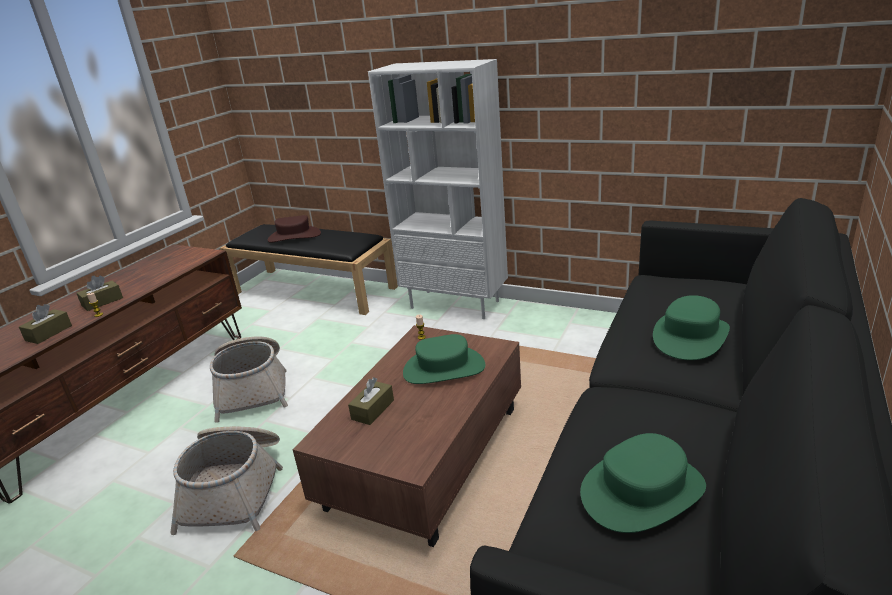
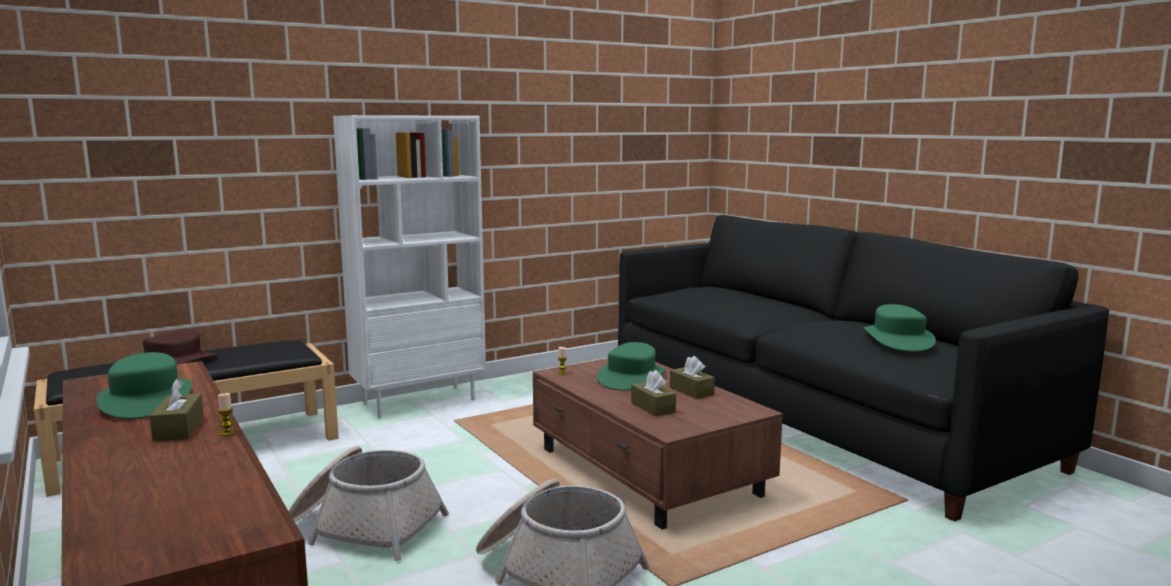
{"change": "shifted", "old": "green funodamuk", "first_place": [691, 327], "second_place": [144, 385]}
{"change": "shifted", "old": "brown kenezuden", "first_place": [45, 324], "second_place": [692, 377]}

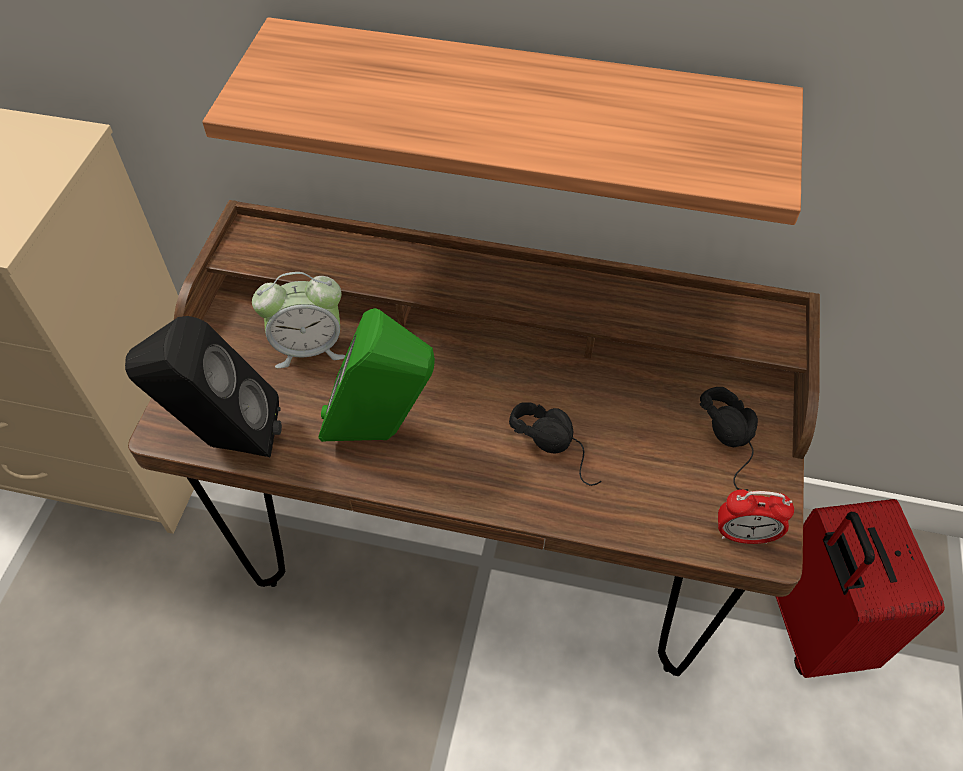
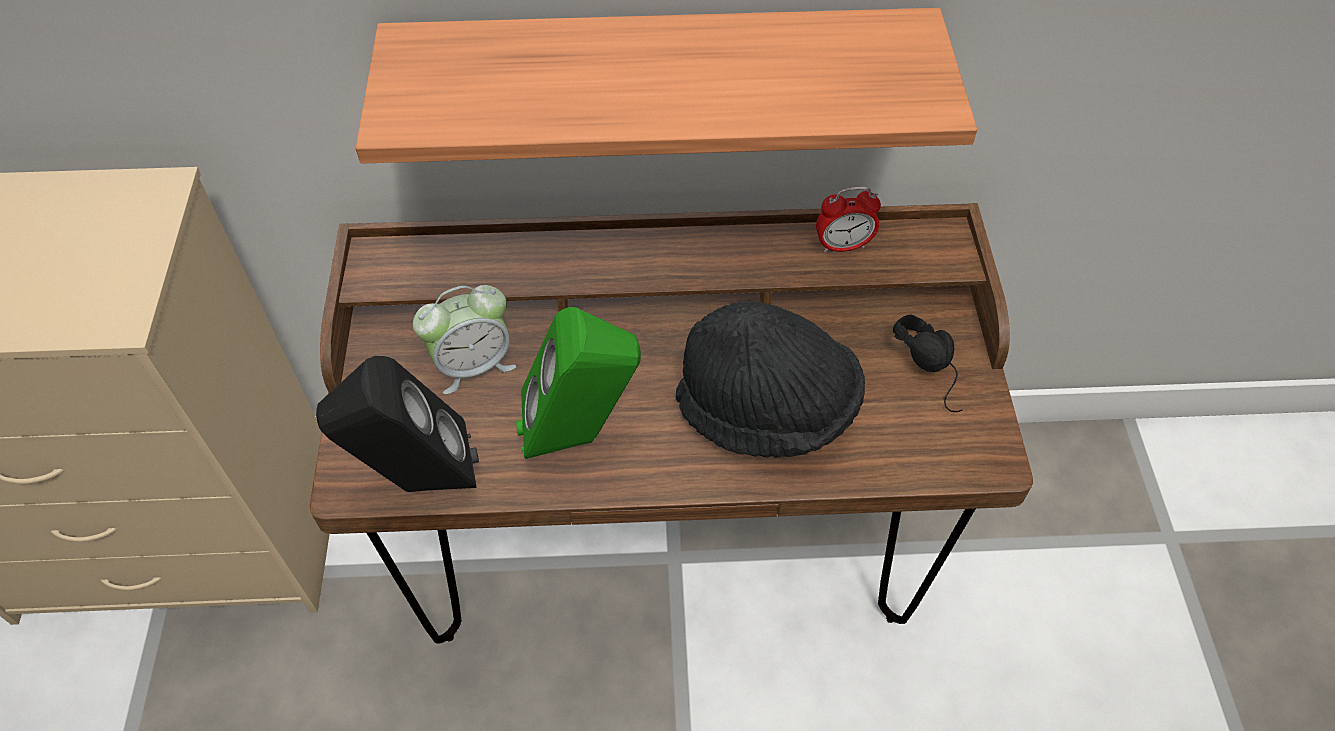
{"change": "swapped", "old": "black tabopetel", "new": "black funodamuk", "first_place": [555, 444], "second_place": [770, 379]}
{"change": "shifted", "old": "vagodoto", "first_place": [756, 517], "second_place": [848, 220]}
{"change": "gone", "old": "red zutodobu", "first_place": [860, 588]}

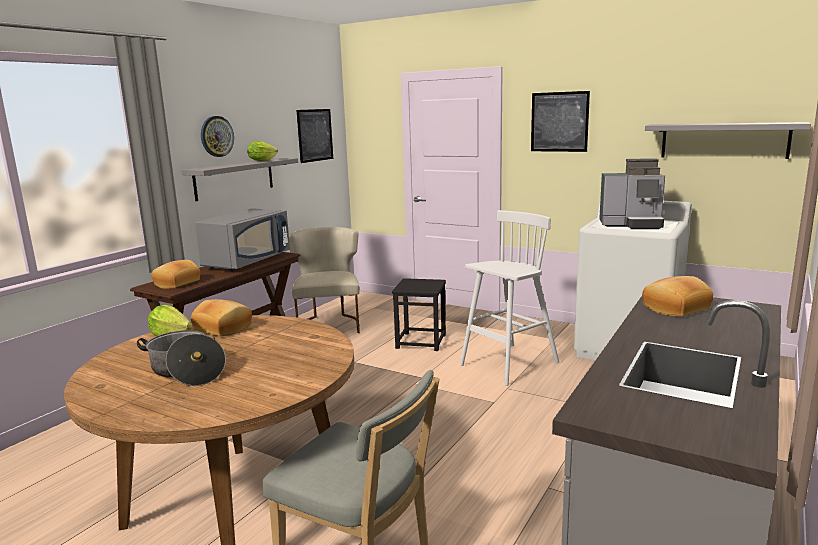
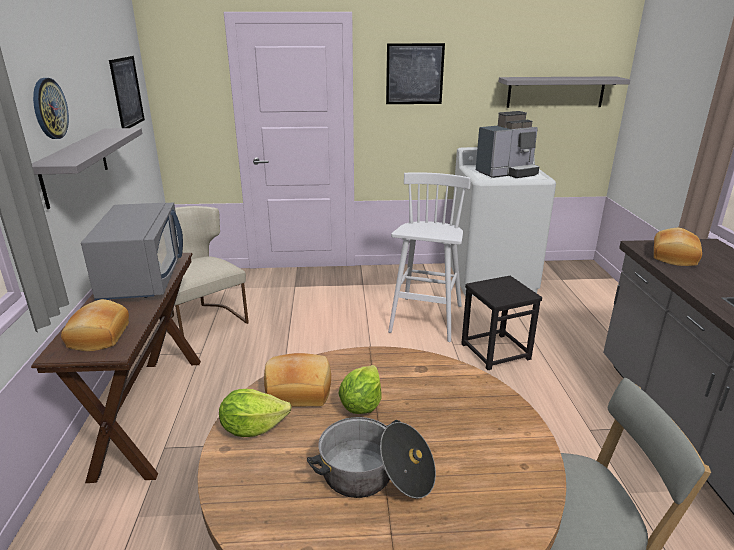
{"change": "shifted", "old": "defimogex", "first_place": [262, 151], "second_place": [360, 389]}
{"change": "shifted", "old": "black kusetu", "first_place": [419, 314], "second_place": [501, 323]}

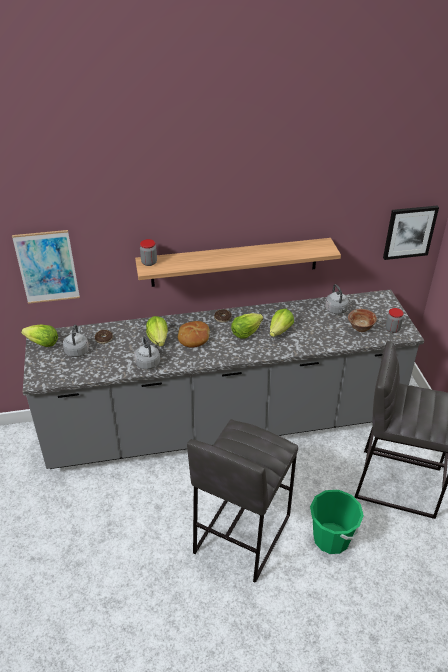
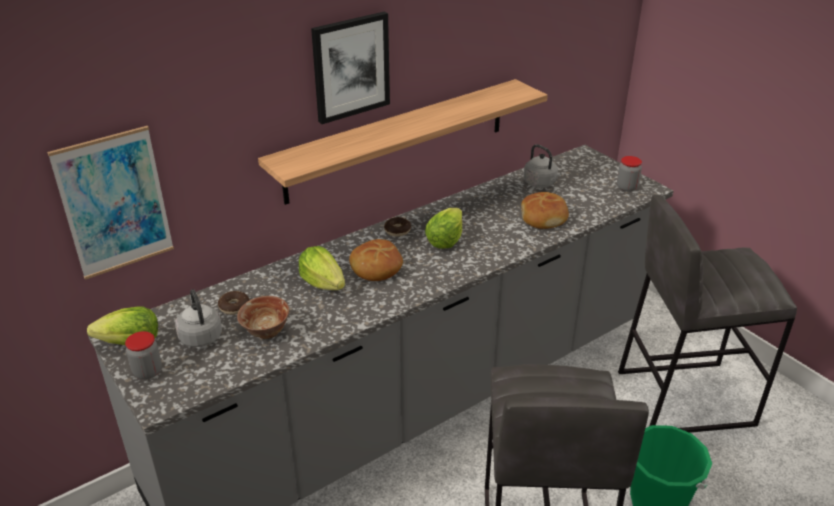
{"change": "shifted", "old": "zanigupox", "first_place": [148, 252], "second_place": [143, 355]}
{"change": "shifted", "old": "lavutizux", "first_place": [362, 320], "second_place": [263, 317]}
{"change": "shifted", "old": "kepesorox", "first_place": [411, 233], "second_place": [350, 68]}
{"change": "new", "new": "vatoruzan", "second_place": [545, 210]}
{"change": "gone", "old": "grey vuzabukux", "first_place": [147, 352]}
{"change": "gone", "old": "defimogex", "first_place": [282, 323]}

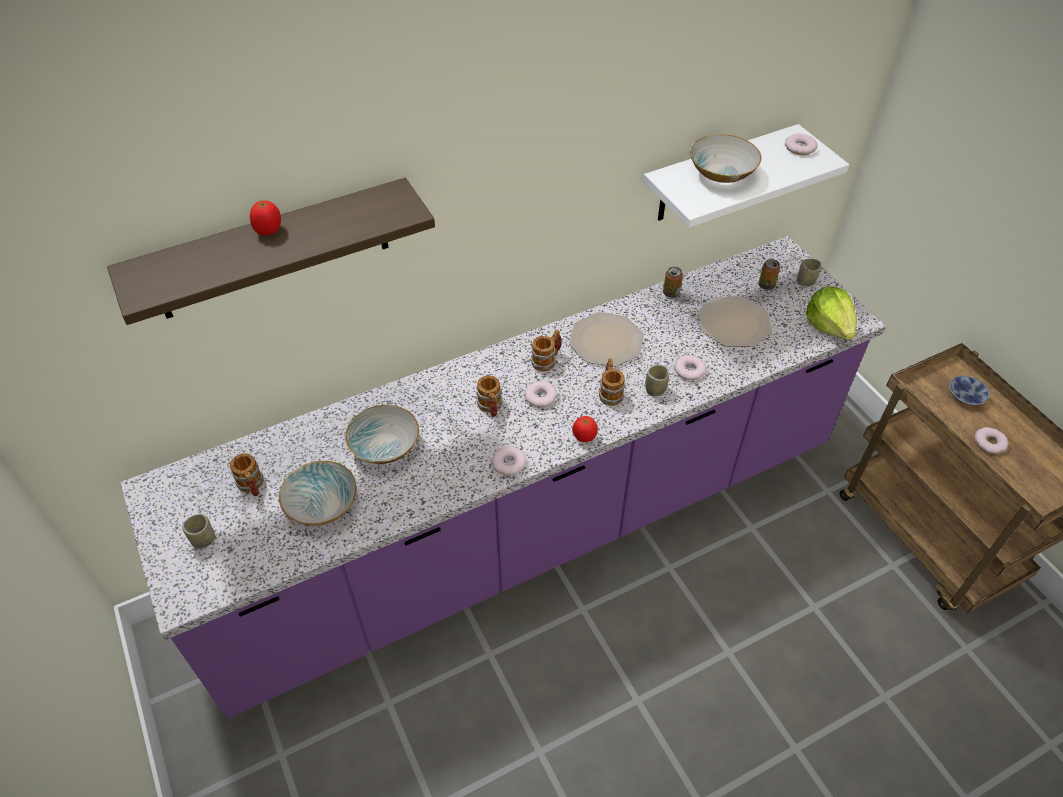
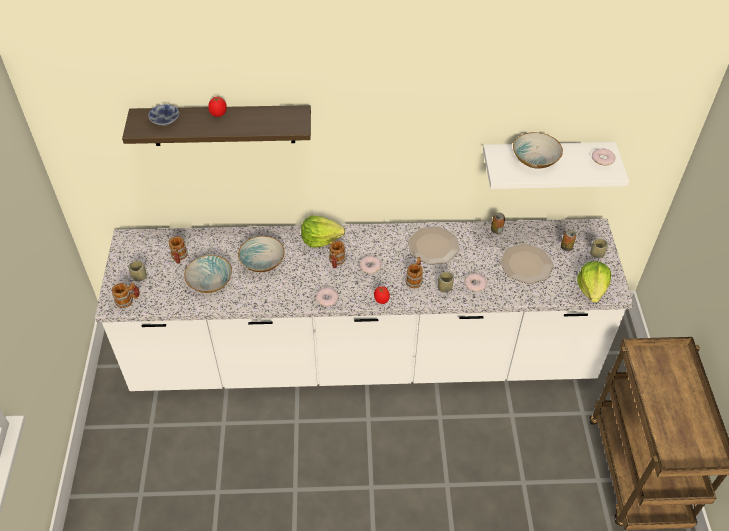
{"change": "repainted", "old": "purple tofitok", "new": "white tofitok", "first_place": [503, 477], "second_place": [364, 305]}
{"change": "shifted", "old": "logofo", "first_place": [546, 351], "second_place": [126, 295]}
{"change": "shifted", "old": "lavutizux", "first_place": [969, 390], "second_place": [163, 115]}
{"change": "new", "new": "defimogex", "second_place": [323, 231]}
{"change": "gone", "old": "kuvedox", "first_place": [991, 440]}

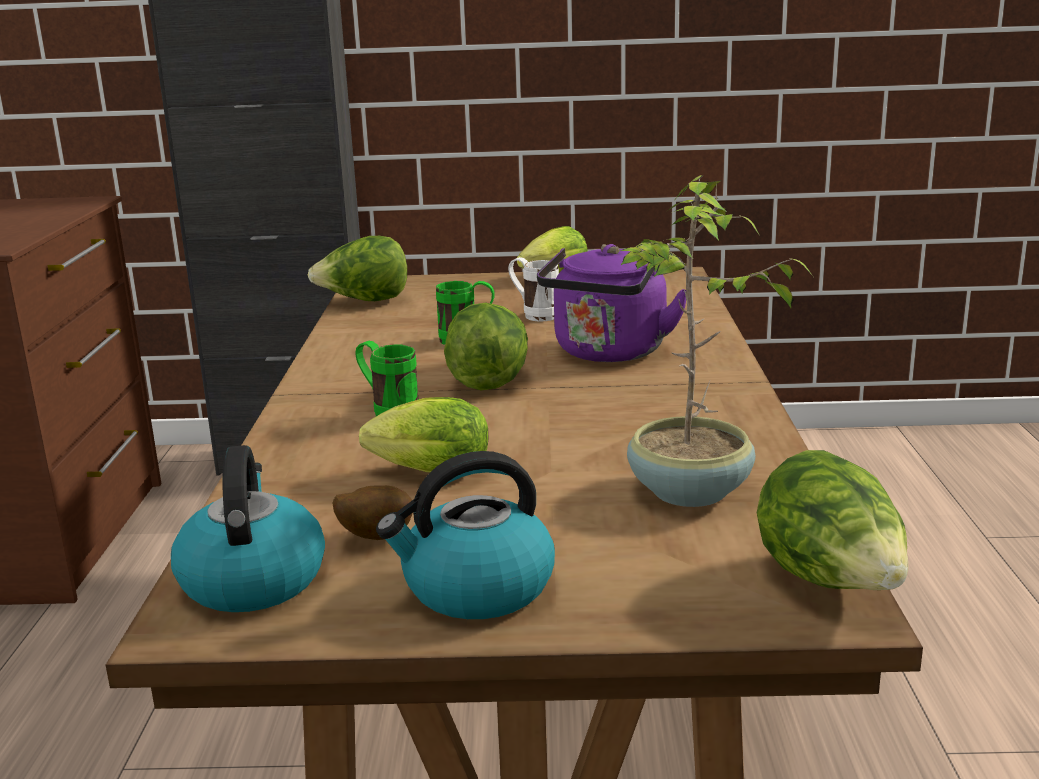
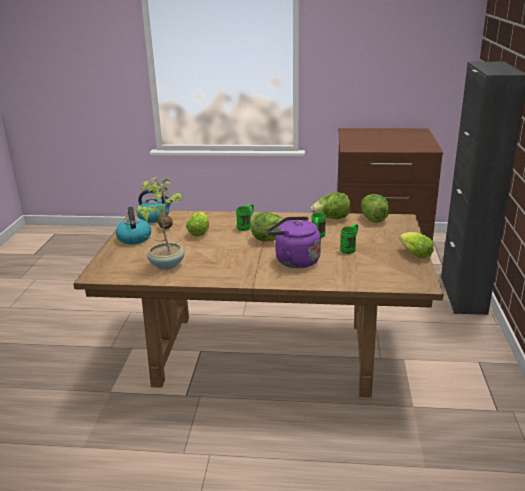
{"change": "shifted", "old": "defimogex", "first_place": [832, 520], "second_place": [331, 205]}
{"change": "repainted", "old": "white logofo", "new": "green logofo", "first_place": [533, 289], "second_place": [349, 239]}

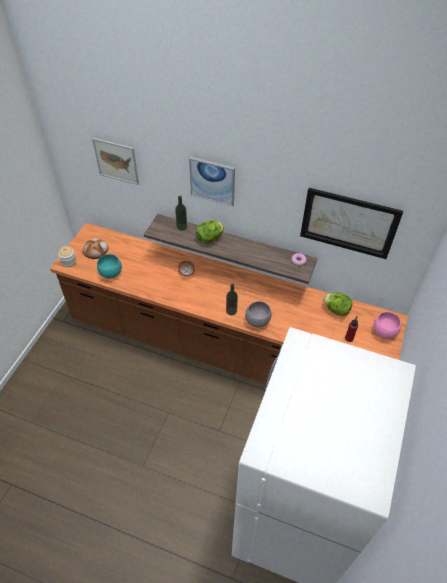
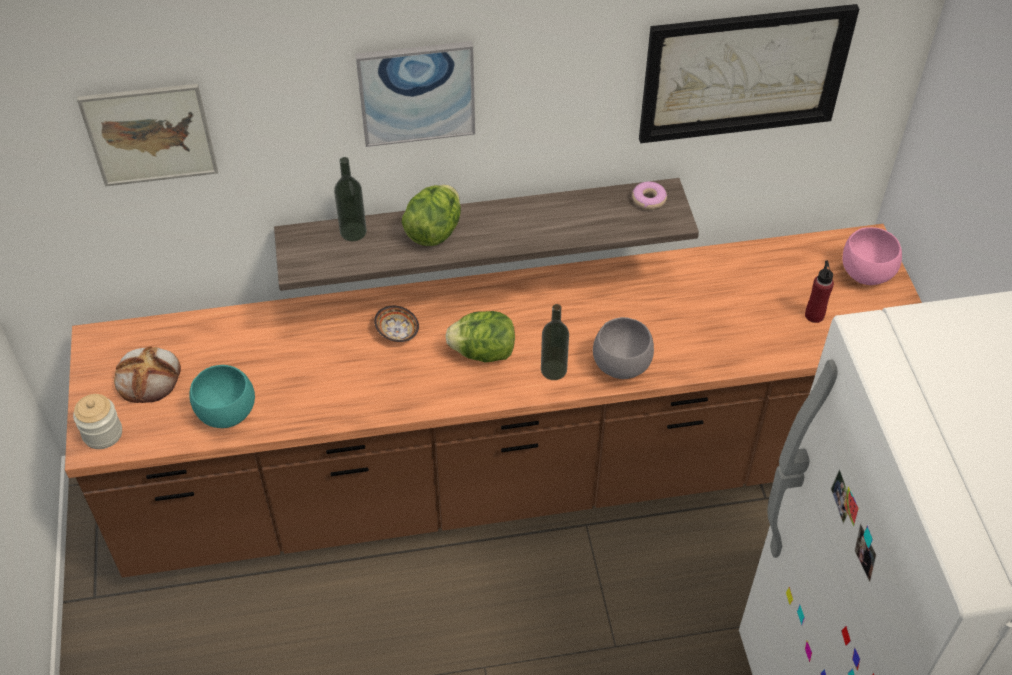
{"change": "shifted", "old": "defimogex", "first_place": [338, 304], "second_place": [480, 336]}

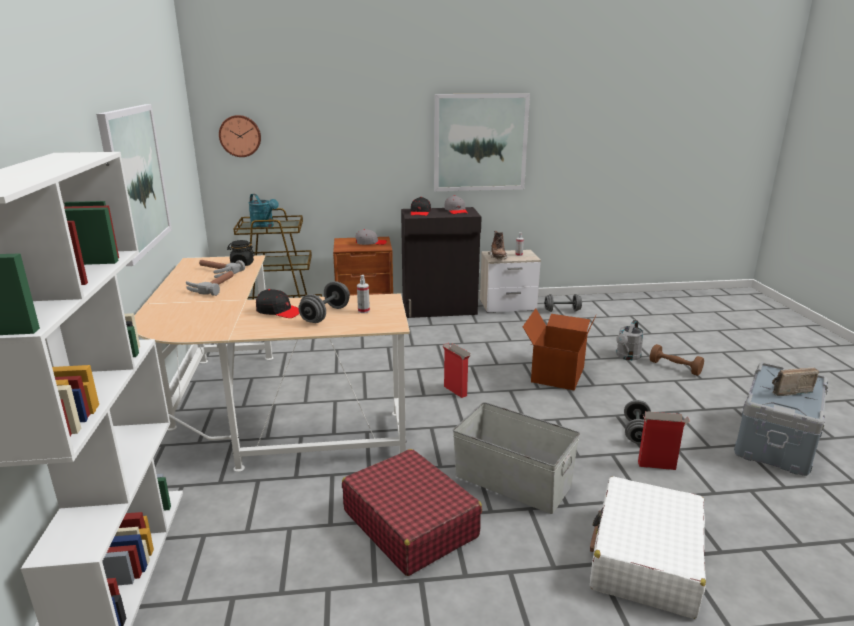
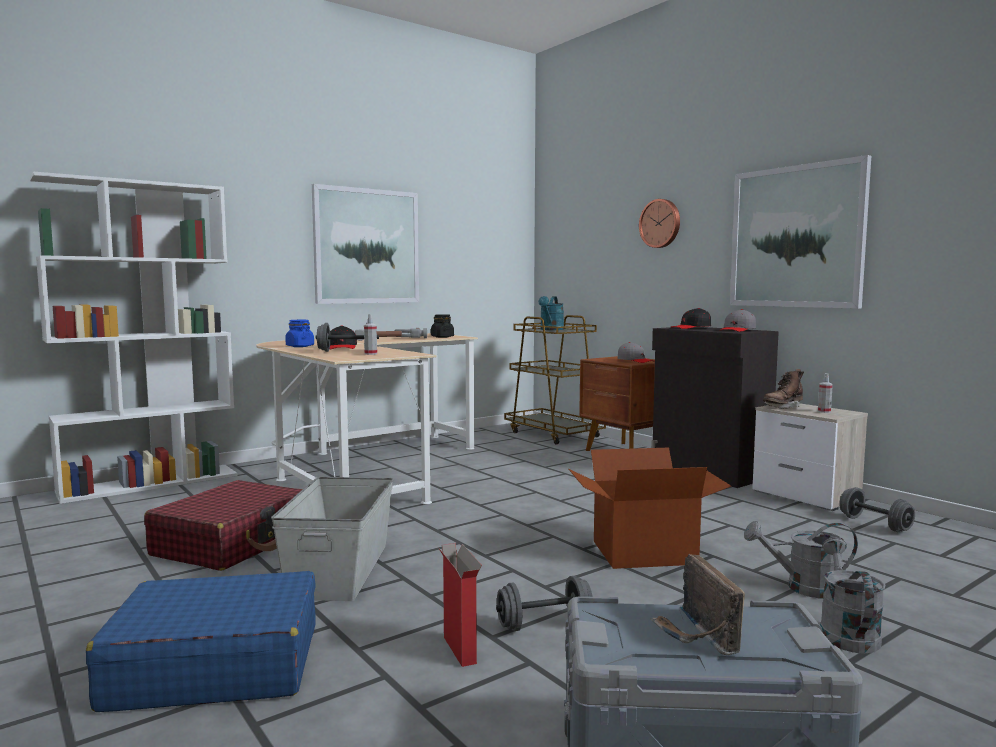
{"change": "repainted", "old": "white zutodobu", "new": "blue zutodobu", "first_place": [648, 547], "second_place": [201, 641]}
{"change": "new", "new": "blue zanigupox", "second_place": [299, 333]}
{"change": "shifted", "old": "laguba", "first_place": [240, 136], "second_place": [659, 223]}
{"change": "rotated", "old": "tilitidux", "first_place": [795, 382], "second_place": [697, 604], "degrees": -150}
{"change": "swapped", "old": "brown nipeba", "new": "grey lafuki", "first_place": [677, 360], "second_place": [852, 596]}
{"change": "gone", "old": "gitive", "first_place": [457, 370]}

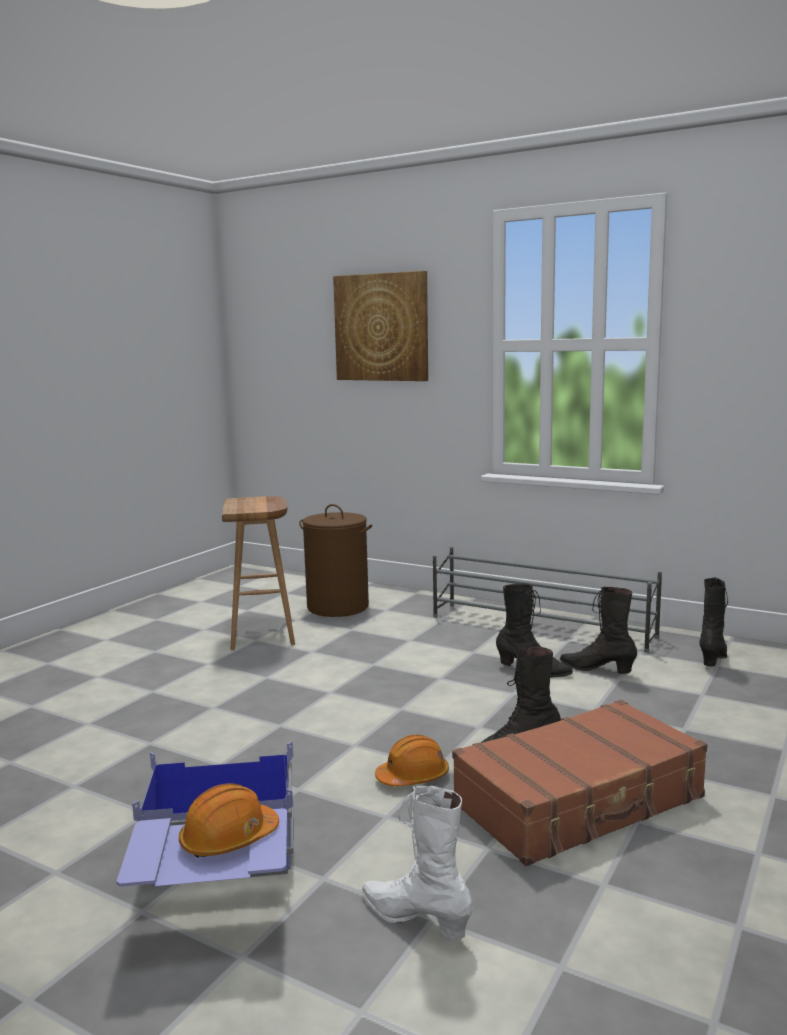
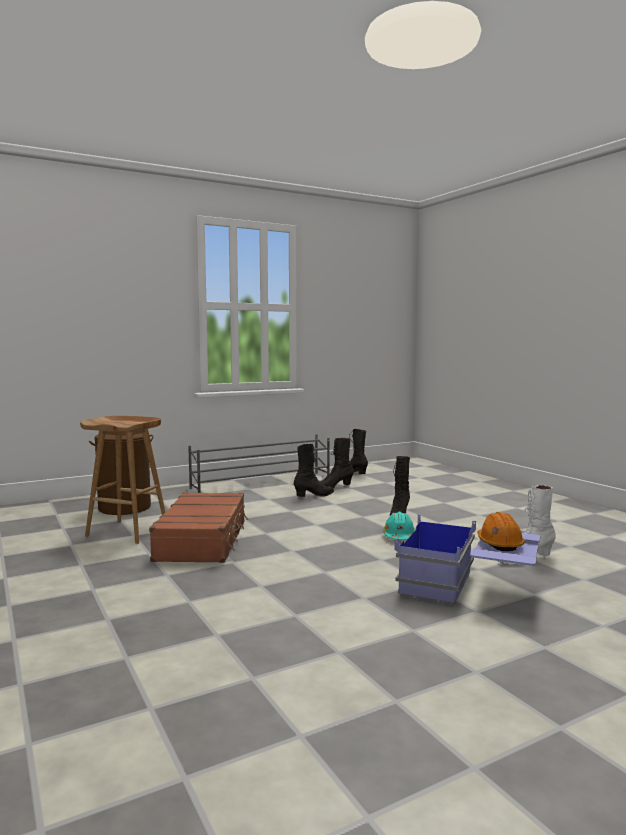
{"change": "shifted", "old": "brown zutodobu", "first_place": [579, 783], "second_place": [198, 527]}
{"change": "repainted", "old": "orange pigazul", "new": "turquoise pigazul", "first_place": [412, 760], "second_place": [399, 526]}
{"change": "gone", "old": "kepesorox", "first_place": [380, 326]}

